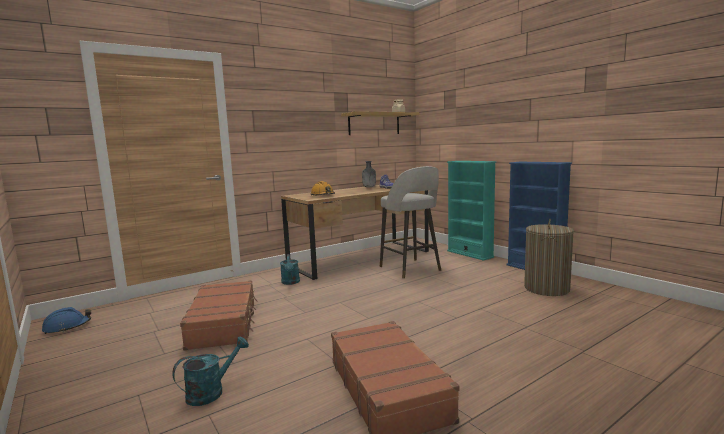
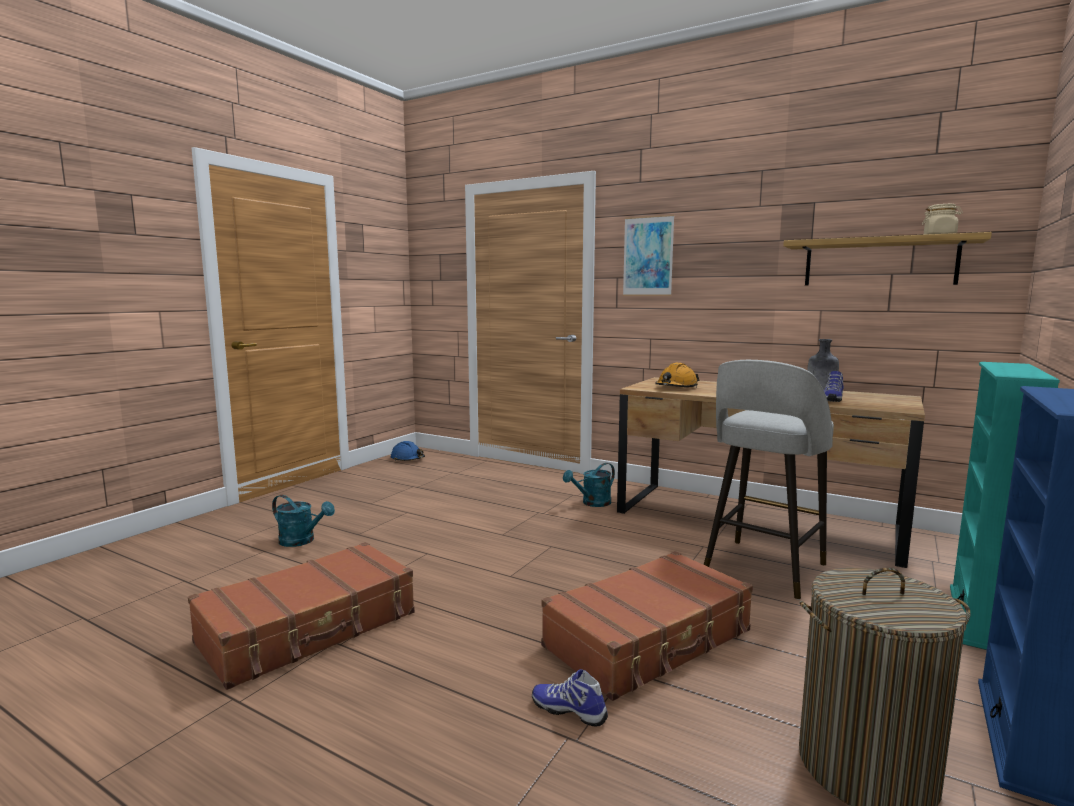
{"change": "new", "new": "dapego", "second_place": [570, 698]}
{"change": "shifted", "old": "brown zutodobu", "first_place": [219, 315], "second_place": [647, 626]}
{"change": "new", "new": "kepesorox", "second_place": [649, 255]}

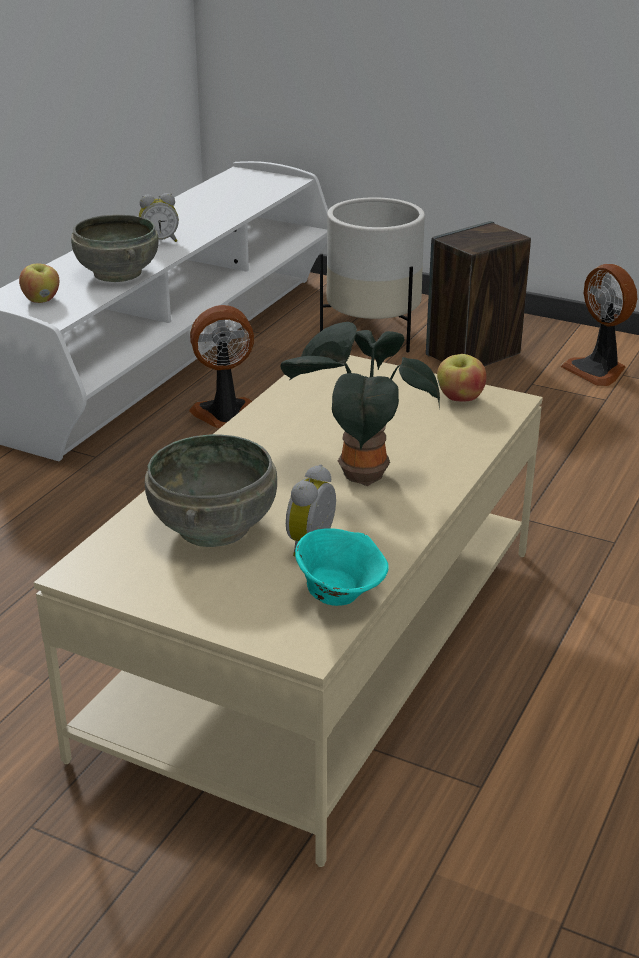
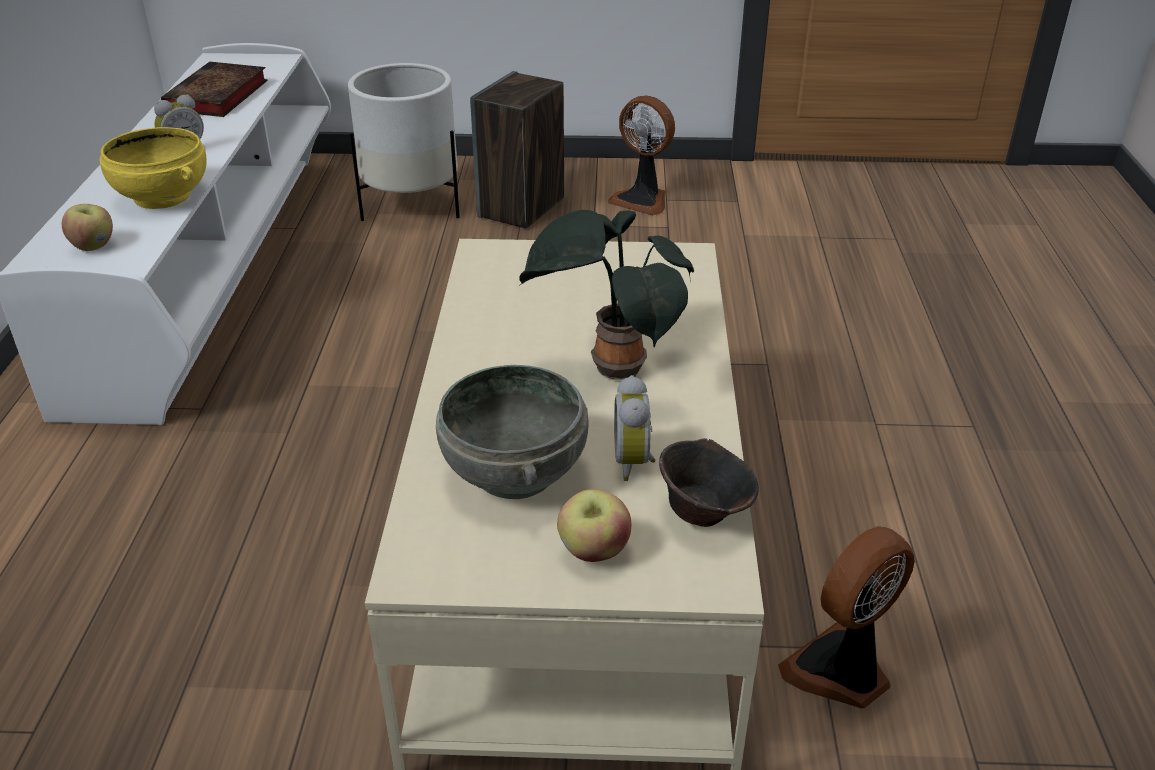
{"change": "repainted", "old": "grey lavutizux", "new": "yellow lavutizux", "first_place": [114, 248], "second_place": [153, 168]}
{"change": "new", "new": "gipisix", "second_place": [214, 89]}
{"change": "shifted", "old": "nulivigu", "first_place": [461, 378], "second_place": [594, 525]}
{"change": "repainted", "old": "turquoise lavutizux", "new": "brown lavutizux", "first_place": [342, 567], "second_place": [709, 482]}
{"change": "shifted", "old": "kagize", "first_place": [221, 366], "second_place": [846, 617]}

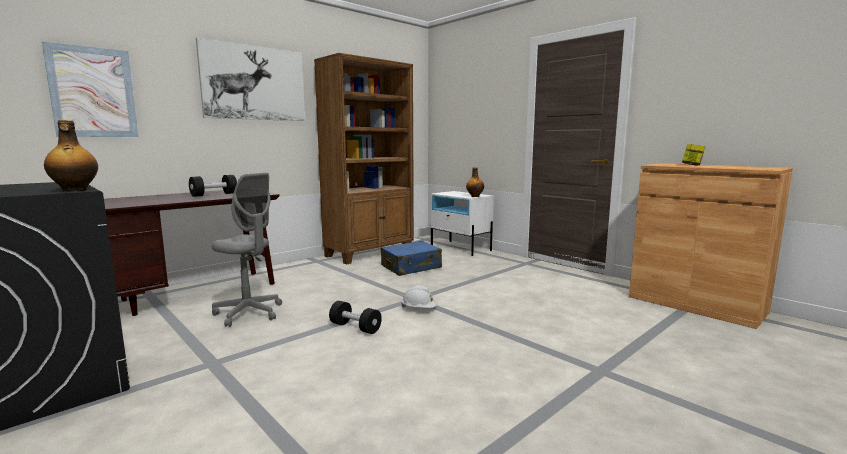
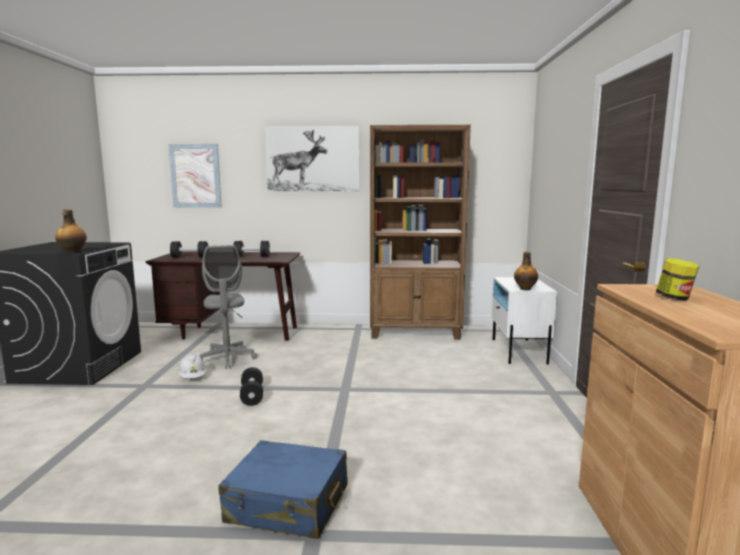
{"change": "new", "new": "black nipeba", "second_place": [189, 249]}
{"change": "shifted", "old": "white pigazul", "first_place": [419, 296], "second_place": [192, 366]}
{"change": "shifted", "old": "blue zutodobu", "first_place": [411, 258], "second_place": [283, 489]}

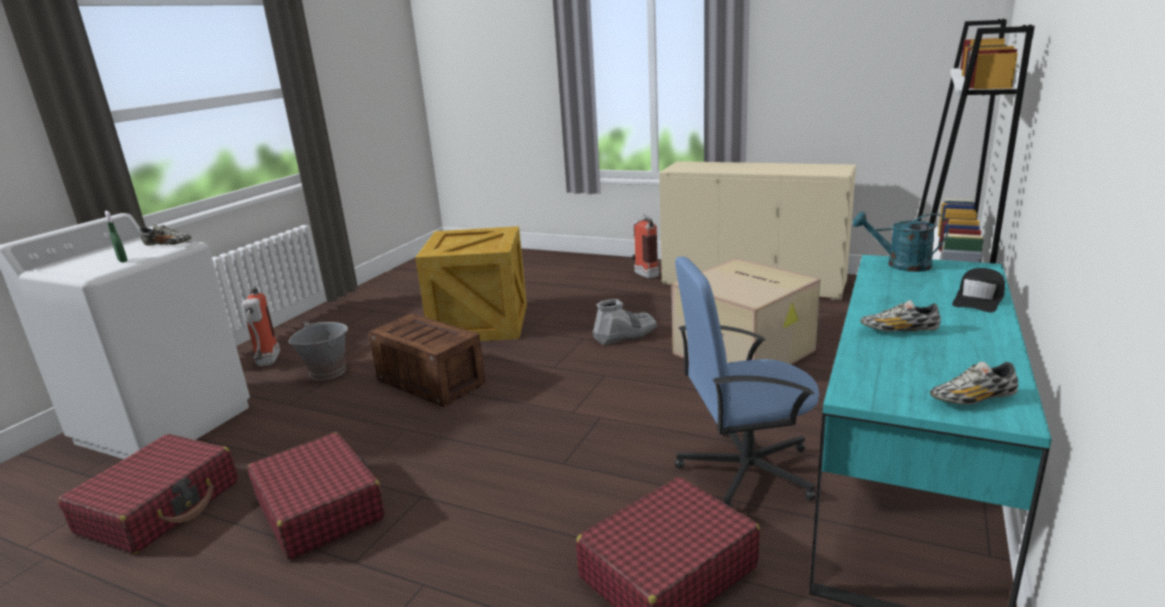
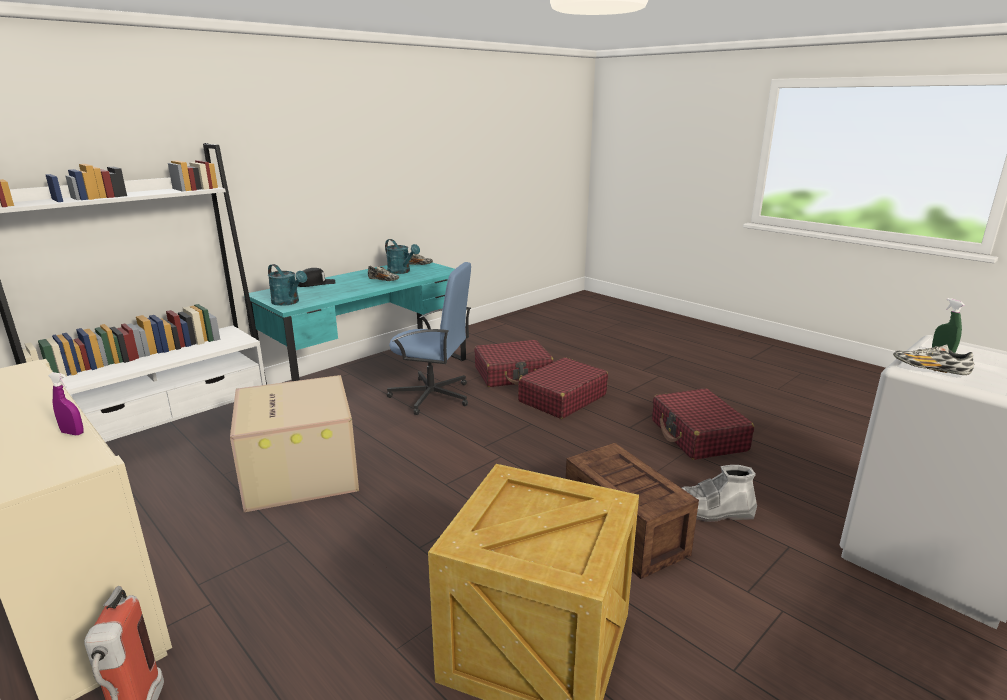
{"change": "new", "new": "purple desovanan", "second_place": [66, 403]}
{"change": "new", "new": "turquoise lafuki", "second_place": [402, 256]}
{"change": "shifted", "old": "red zutodobu", "first_place": [148, 494], "second_place": [563, 388]}
{"change": "shifted", "old": "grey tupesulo", "first_place": [625, 322], "second_place": [719, 493]}
{"change": "gone", "old": "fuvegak", "first_place": [260, 326]}
{"change": "gone", "old": "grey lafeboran", "first_place": [318, 351]}

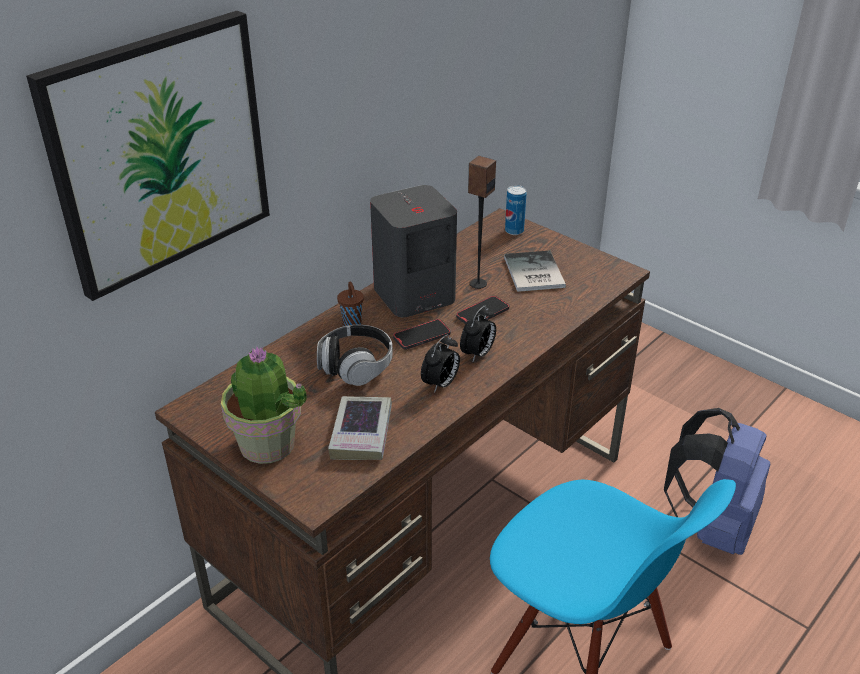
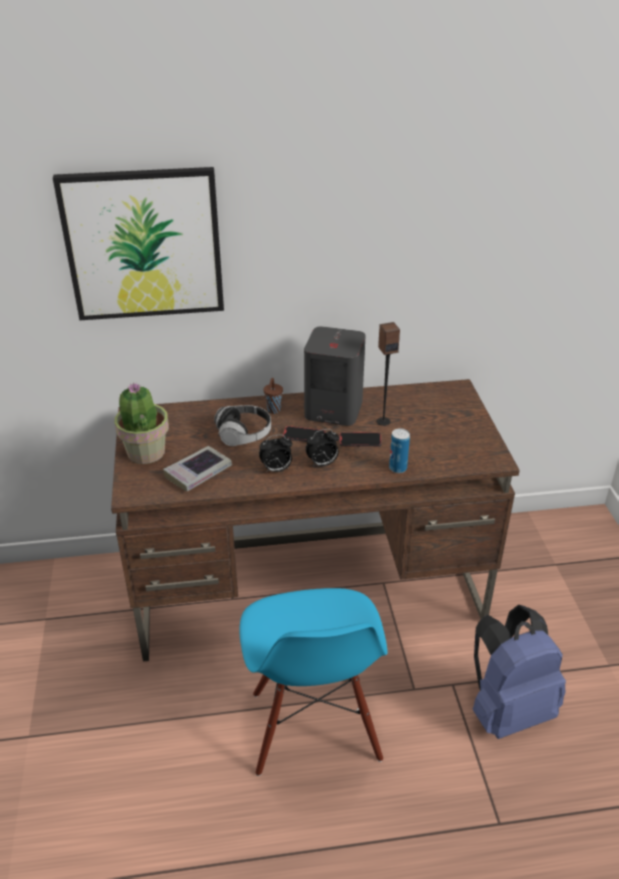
{"change": "shifted", "old": "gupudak", "first_place": [516, 210], "second_place": [399, 450]}
{"change": "gone", "old": "gipisix", "first_place": [535, 271]}

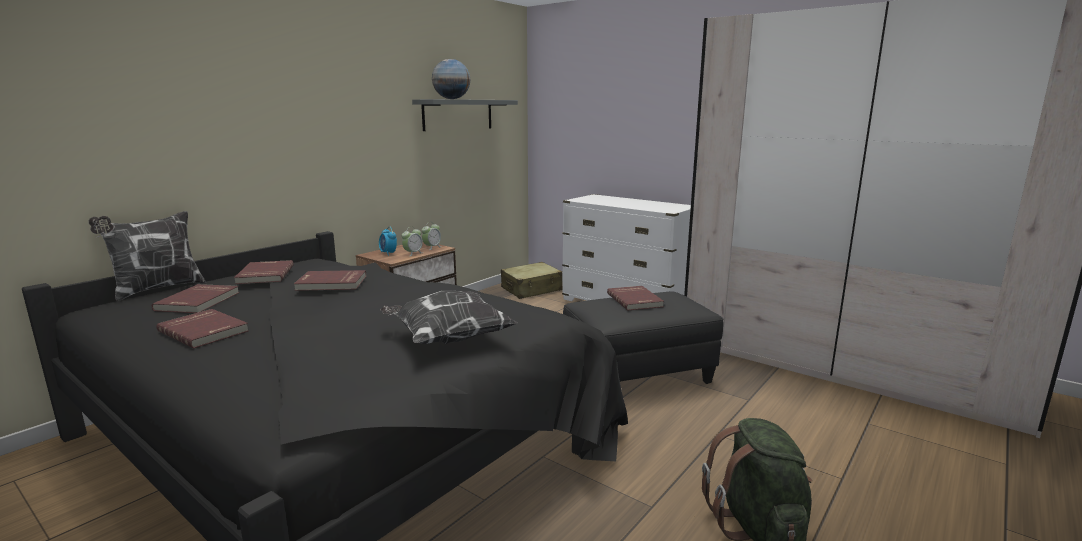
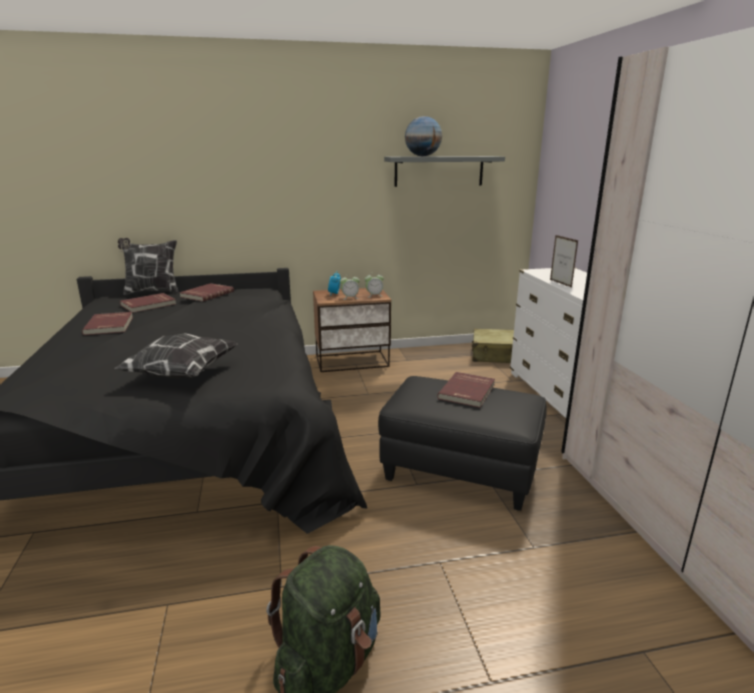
{"change": "new", "new": "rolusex", "second_place": [564, 261]}
{"change": "gone", "old": "red gipisix", "first_place": [330, 280]}

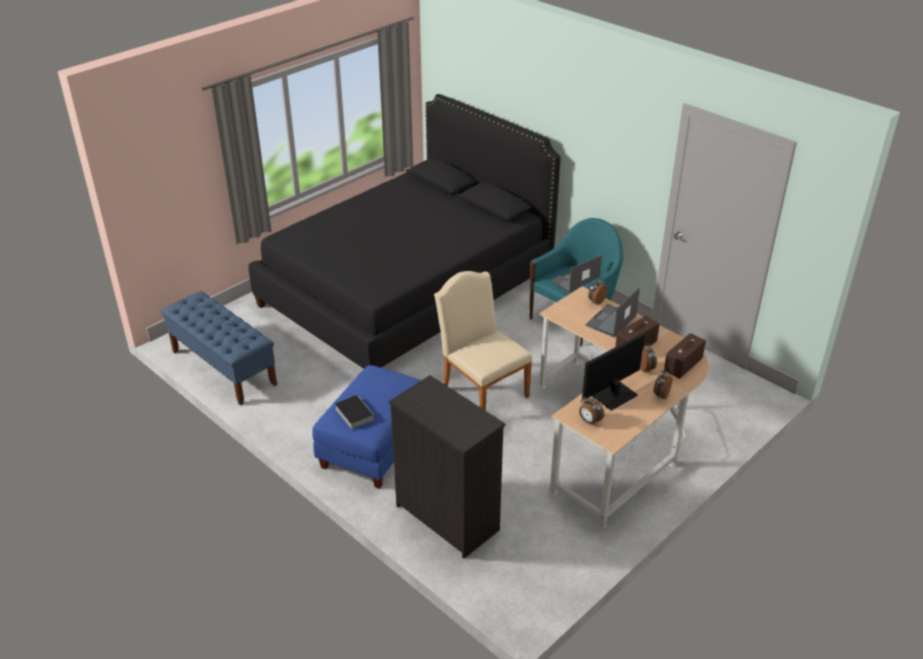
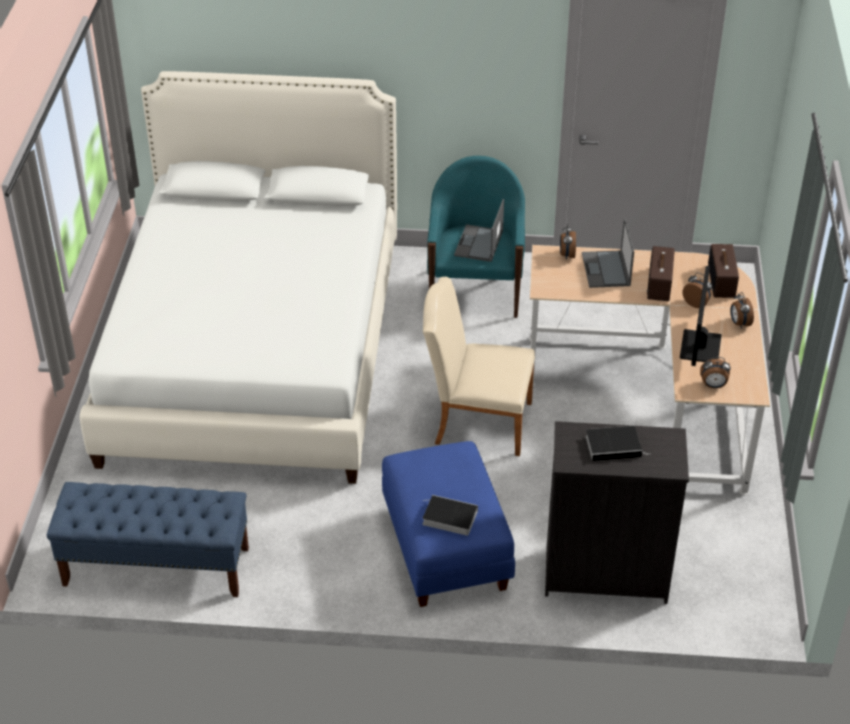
{"change": "repainted", "old": "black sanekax", "new": "white sanekax", "first_place": [404, 231], "second_place": [238, 277]}
{"change": "new", "new": "gipisix", "second_place": [618, 443]}

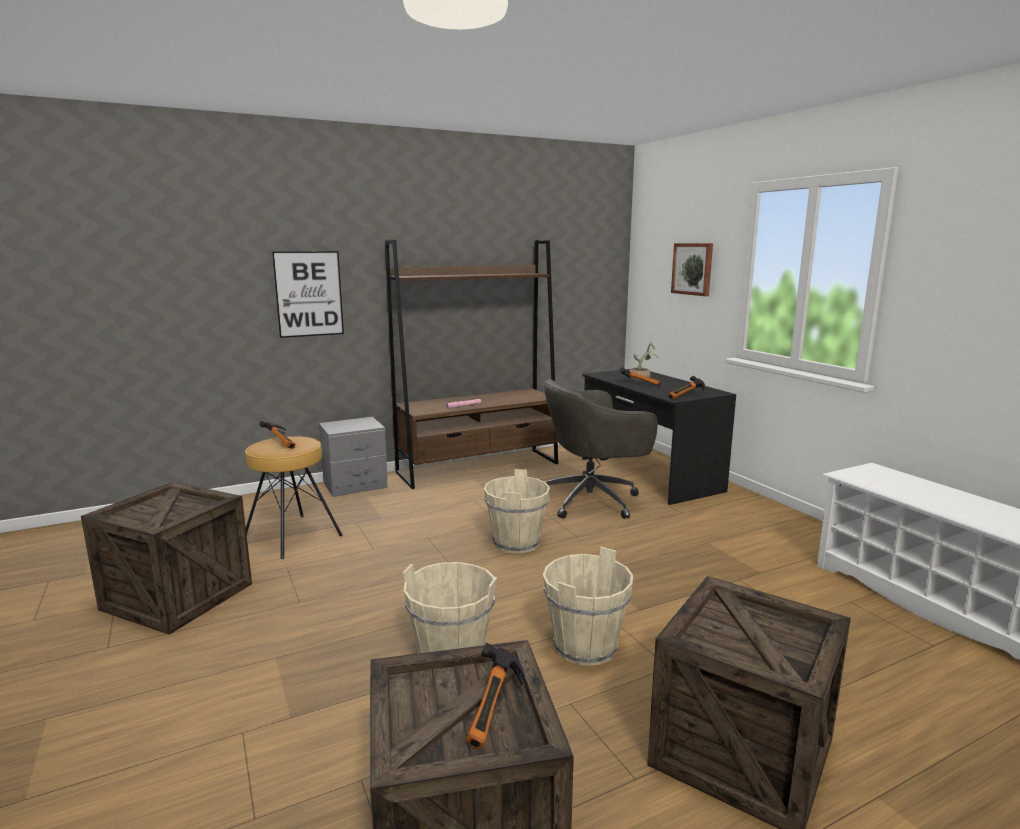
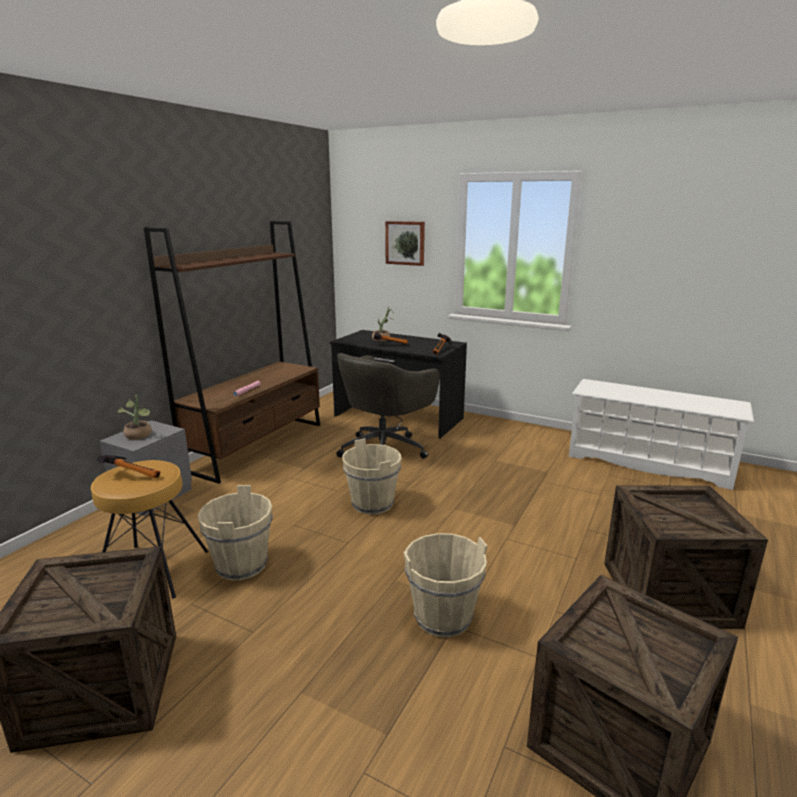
{"change": "new", "new": "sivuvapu", "second_place": [135, 417]}
{"change": "shifted", "old": "beige lafeboran", "first_place": [588, 606], "second_place": [235, 532]}
{"change": "gone", "old": "kepesorox", "first_place": [308, 294]}
{"change": "gone", "old": "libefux", "first_place": [496, 696]}

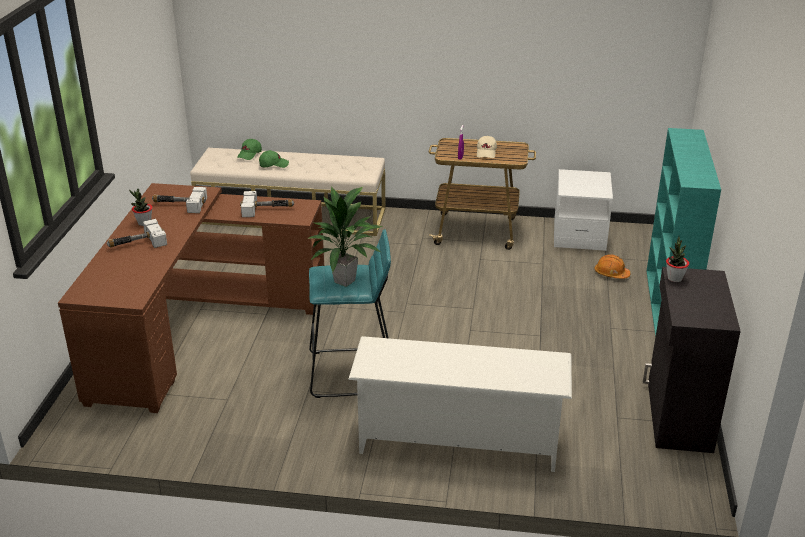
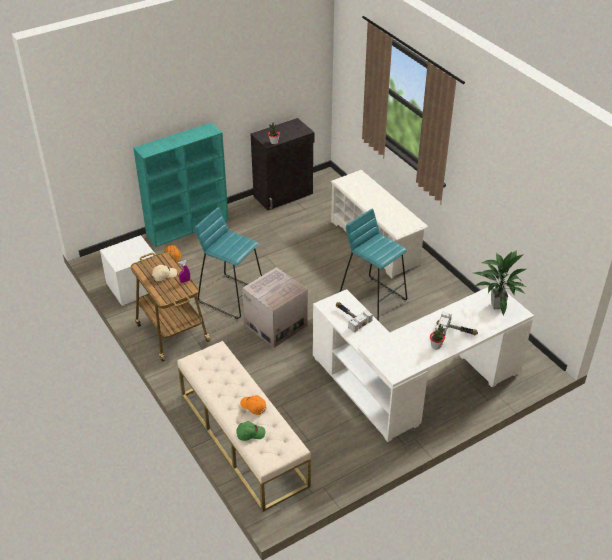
{"change": "new", "new": "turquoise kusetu", "second_place": [228, 263]}
{"change": "repainted", "old": "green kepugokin", "new": "orange kepugokin", "first_place": [274, 159], "second_place": [253, 405]}
{"change": "new", "new": "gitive", "second_place": [275, 307]}
{"change": "repainted", "old": "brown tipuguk", "new": "white tipuguk", "first_place": [191, 298], "second_place": [423, 364]}
{"change": "shifted", "old": "sivuvapu", "first_place": [346, 236], "second_place": [500, 282]}
{"change": "gone", "old": "libefux", "first_place": [179, 200]}

